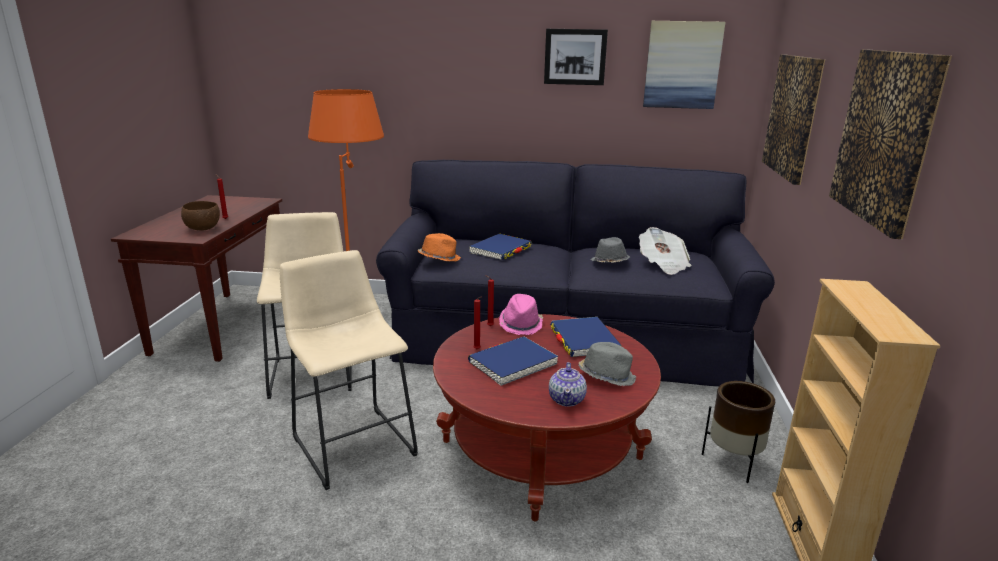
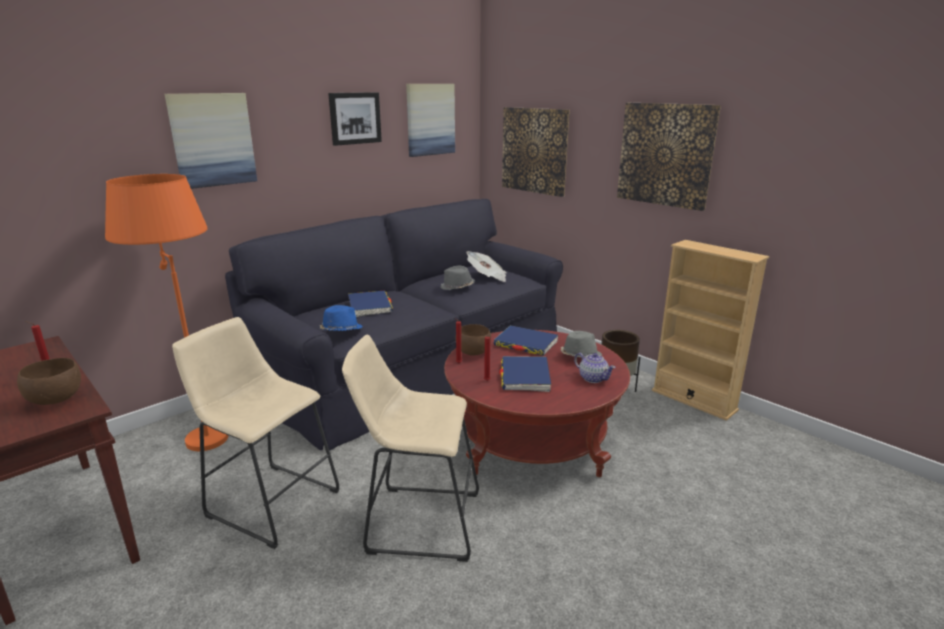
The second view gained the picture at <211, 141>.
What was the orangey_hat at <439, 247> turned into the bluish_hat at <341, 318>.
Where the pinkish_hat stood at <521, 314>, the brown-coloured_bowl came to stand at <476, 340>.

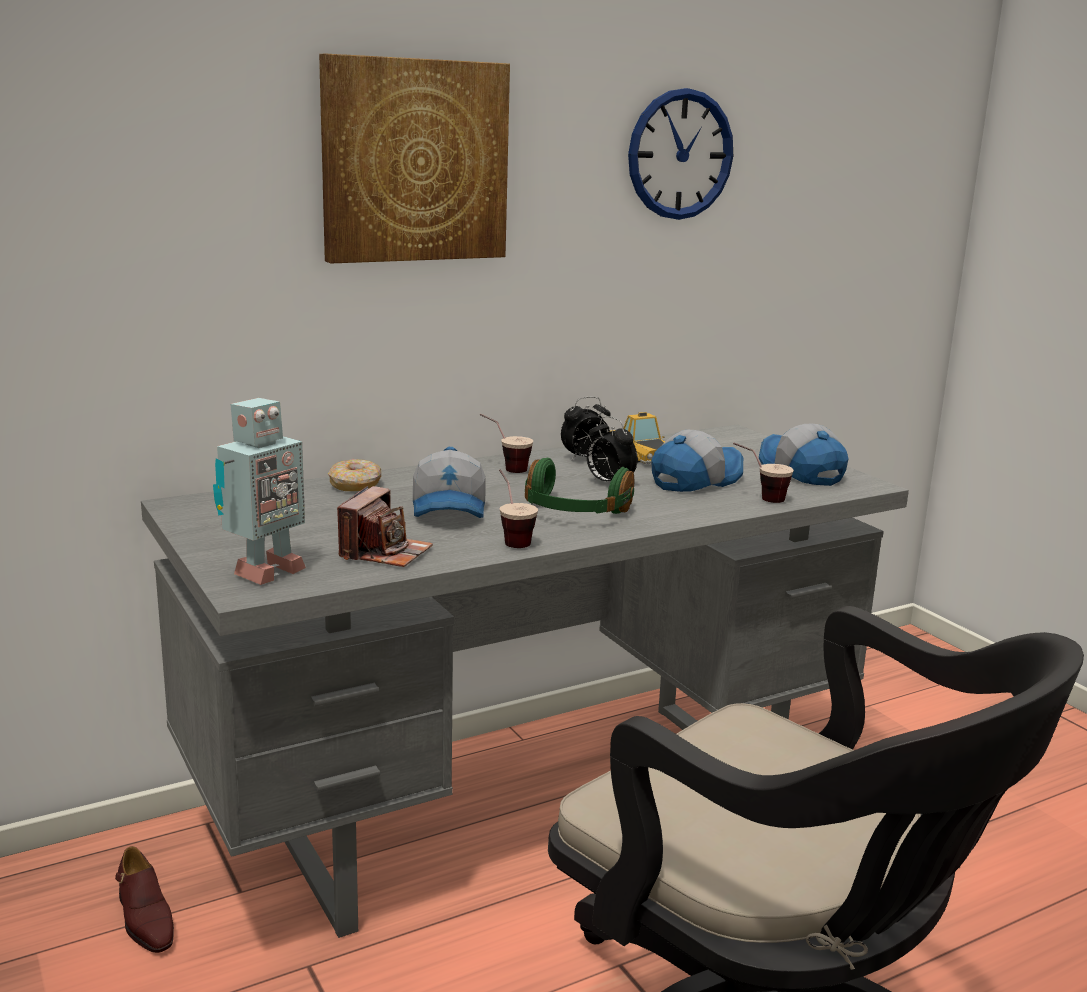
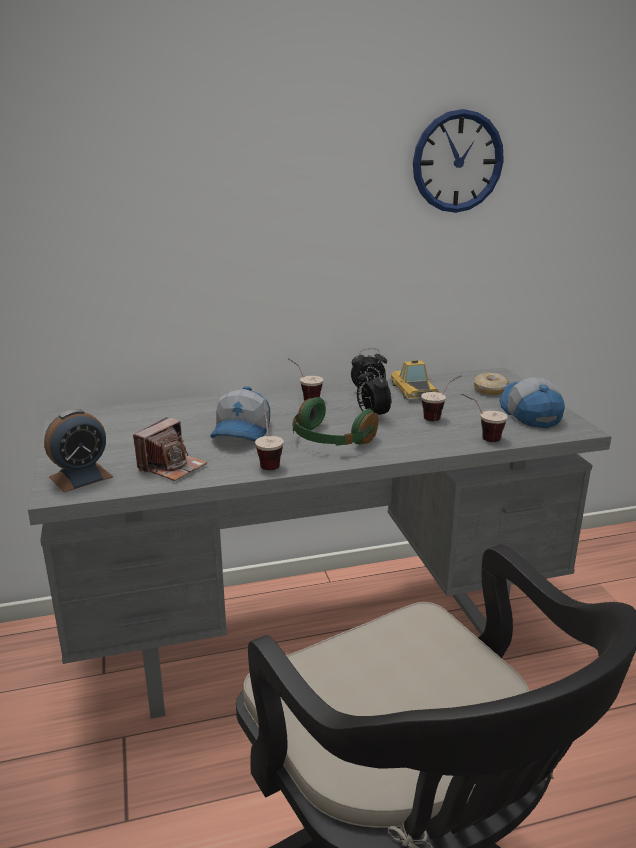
Where the robot_figure stood at <259, 491>, the bedside_clock came to stand at <78, 450>.
Where the peaked_cap stood at <697, 461>, the small_cup came to stand at <441, 398>.
The donut ended up elsewhere, having gone from <354, 475> to <491, 383>.
The second view lost the brown-coloured_item_of_footwear at <144, 899>.
The second view lost the picture at <414, 158>.

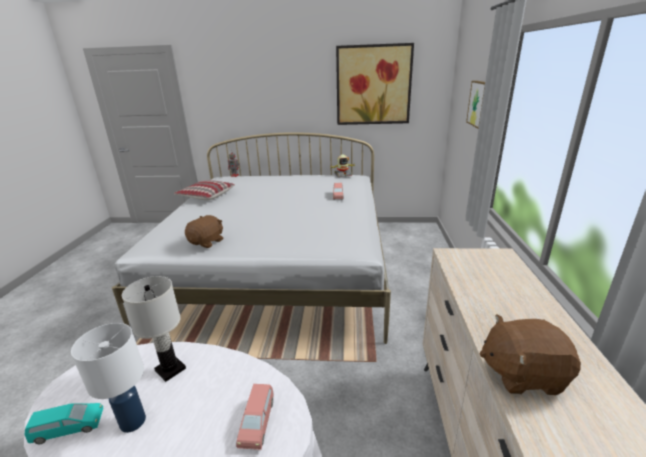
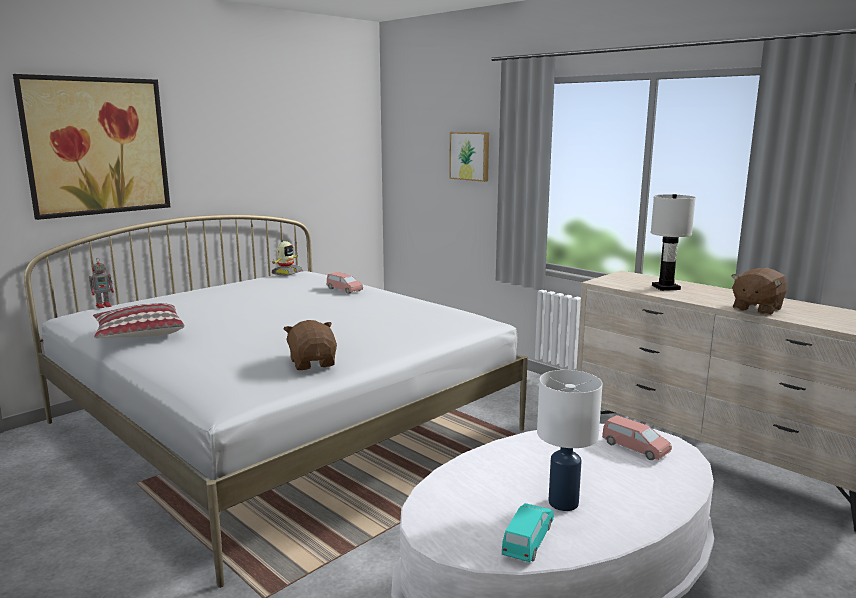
The picture ended up elsewhere, having gone from <375, 84> to <91, 147>.
The white-coloured_table_lamp ended up elsewhere, having gone from <154, 329> to <673, 242>.

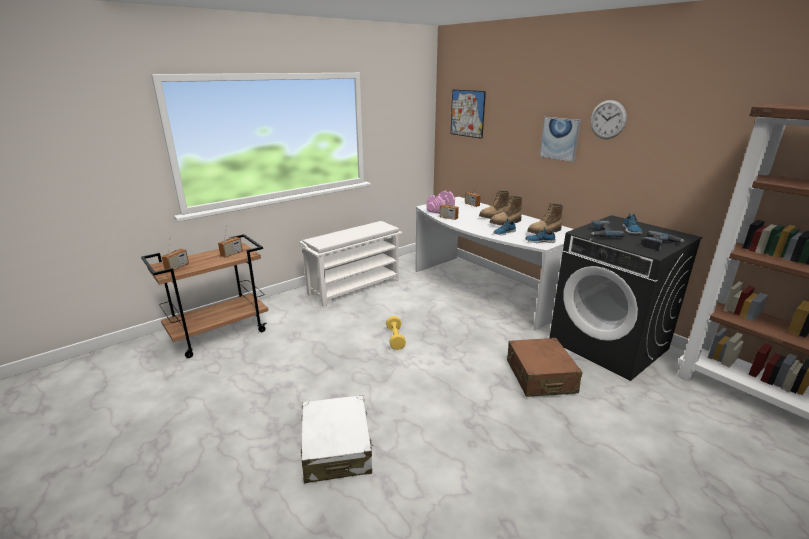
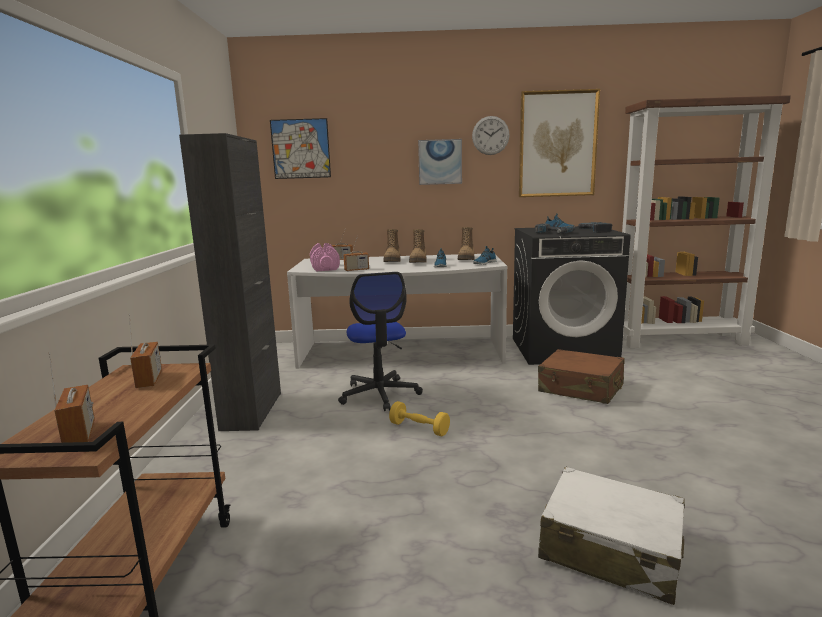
Where the white-coloured_shoe_rack stood at <350, 264>, the black-coloured_cabinet came to stand at <230, 282>.
The second view gained the computer_chair at <380, 341>.
The second view gained the picture at <559, 143>.

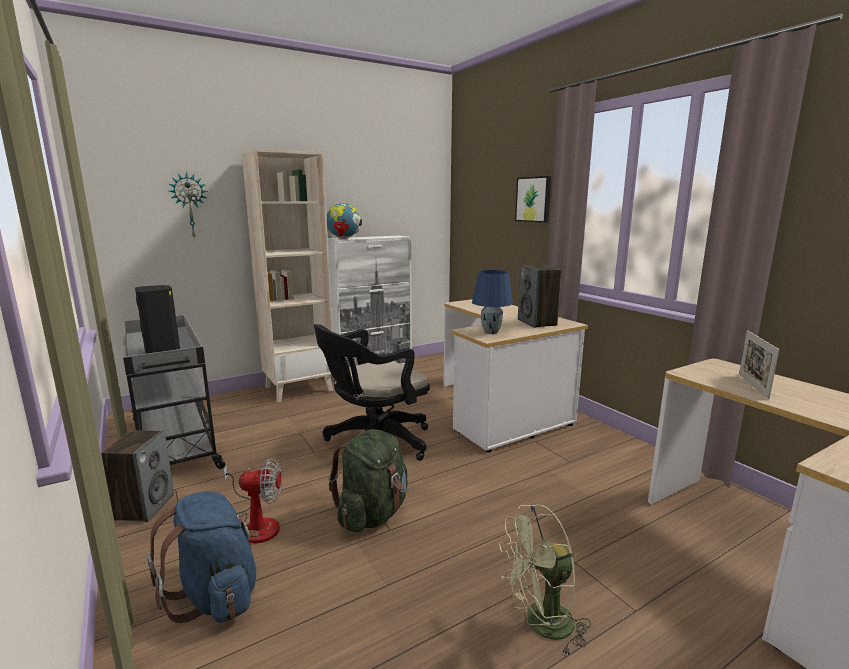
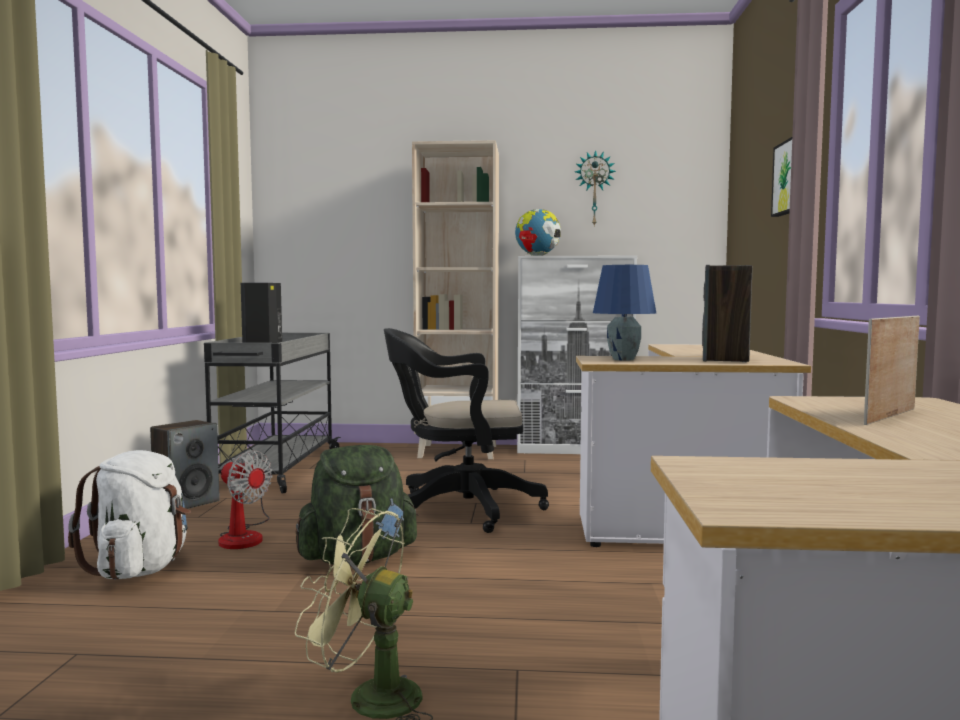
What was the bluish_knapsack at <203, 557> turned into the white-coloured_knapsack at <129, 515>.
The hanging_clock ended up elsewhere, having gone from <189, 204> to <595, 188>.

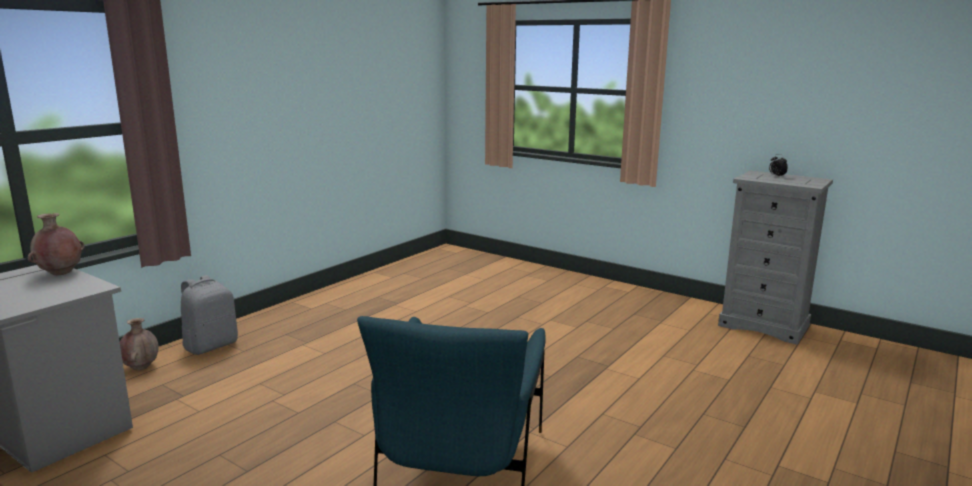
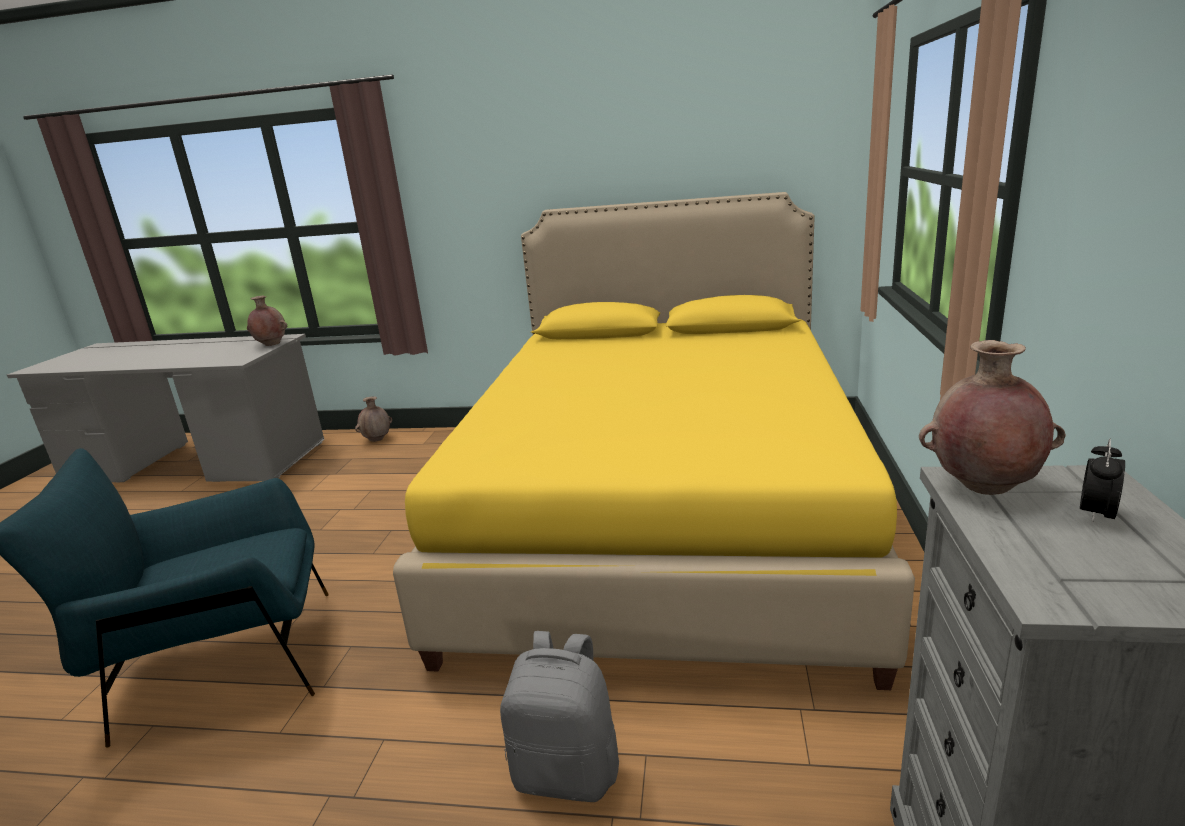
The second view gained the yellow-coloured_sleeping_bed at <654, 441>.
The gray_knapsack ended up elsewhere, having gone from <209, 315> to <559, 716>.
The second view gained the brown-coloured_decorative_vase at <992, 417>.

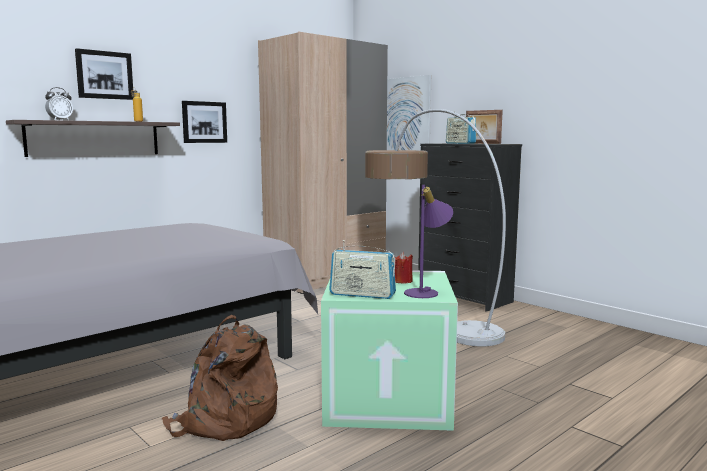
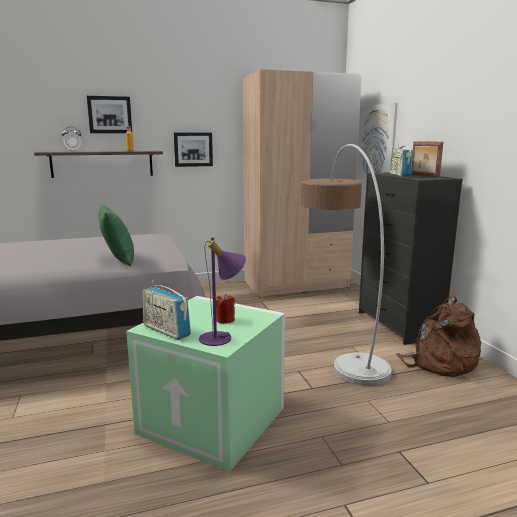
The second view gained the green_pillow at <116, 235>.
The brown-coloured_knapsack ended up elsewhere, having gone from <220, 378> to <438, 336>.

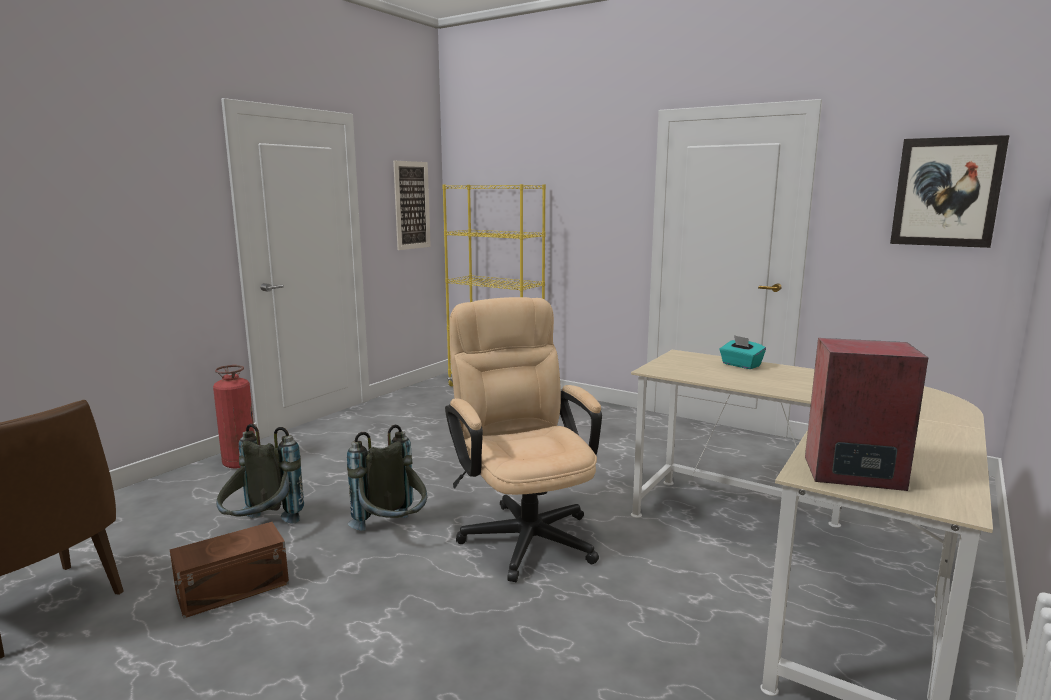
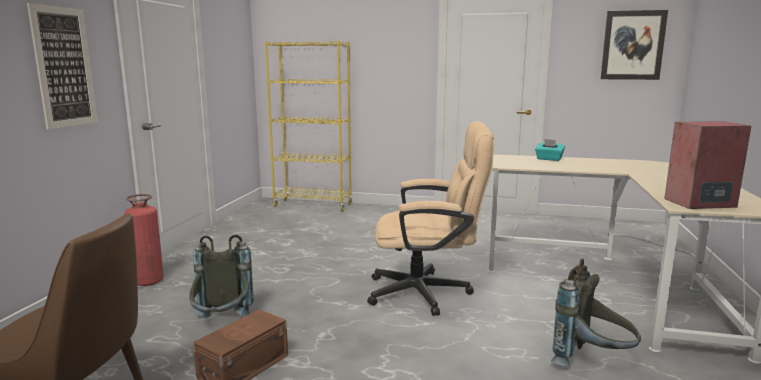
The picture ended up elsewhere, having gone from <412, 205> to <62, 66>.
The beige_computer_chair at <523, 439> ended up facing another way, 135 degrees clockwise from before.
The gray_knapsack ended up elsewhere, having gone from <387, 478> to <596, 313>.

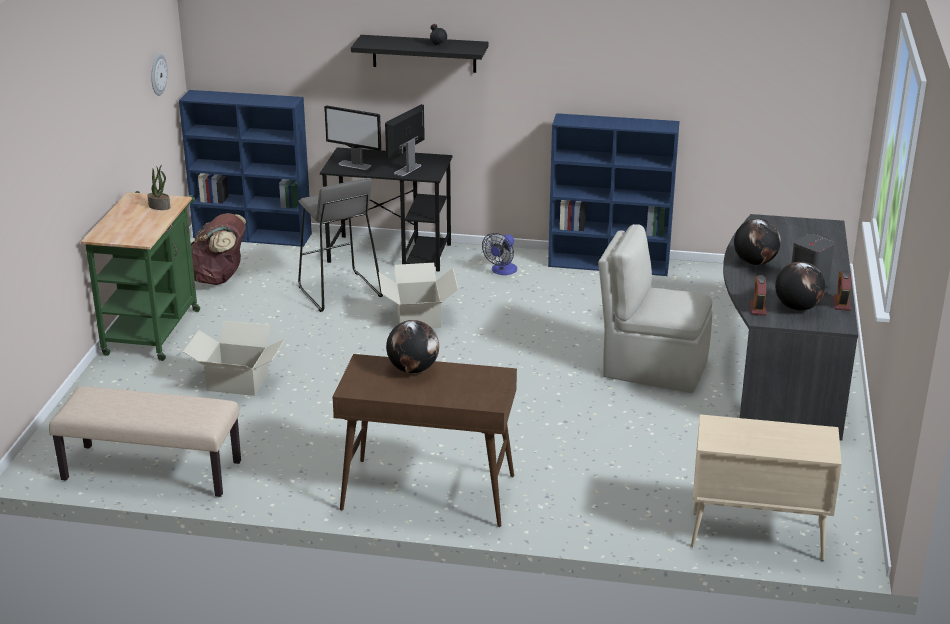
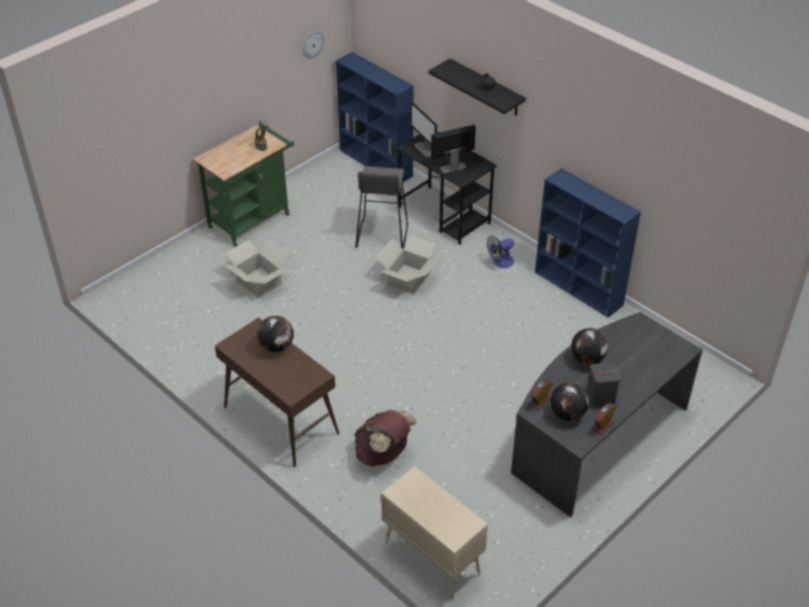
The brown-coloured_knapsack ended up elsewhere, having gone from <218, 249> to <385, 438>.
The second view lost the beige_bench at <145, 441>.
The second view lost the beige_chair at <655, 308>.

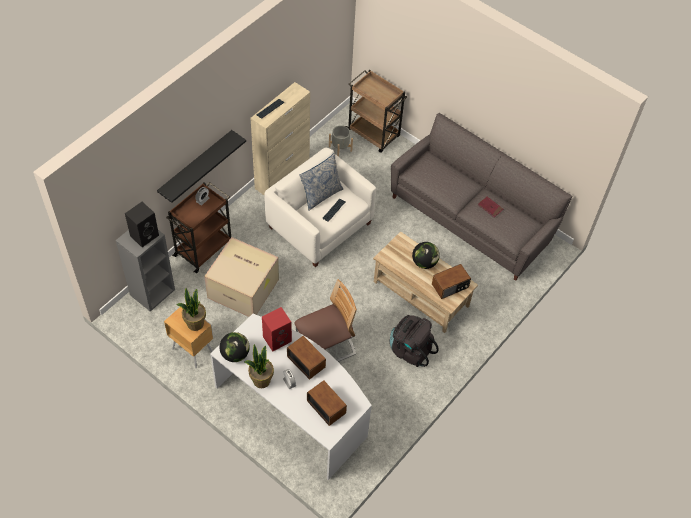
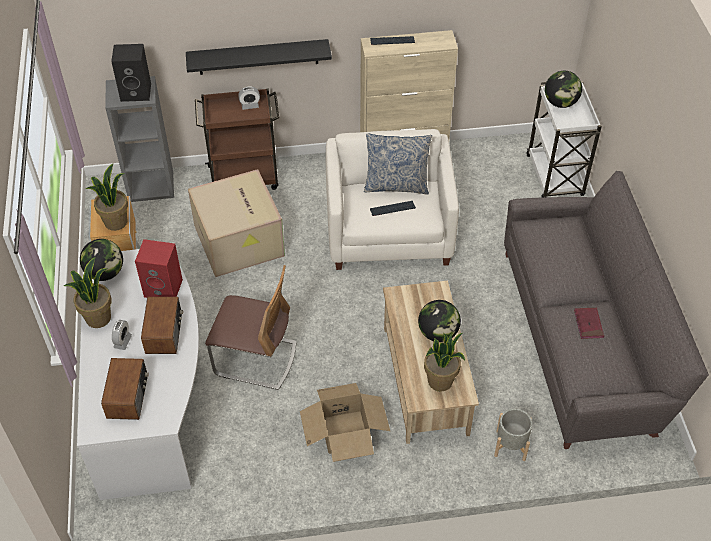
Where the black-coloured_knapsack stood at <414, 341>, the cardboard_box came to stand at <345, 422>.
Where the radio_set stood at <451, 281>, the potted_plant came to stand at <444, 362>.
The gray_plant_pot ended up elsewhere, having gone from <341, 141> to <513, 435>.
What was the brown-coloured_wheeled_cart at <376, 111> turned into the white-coloured_wheeled_cart at <564, 139>.
The second view gained the globe at <563, 89>.

